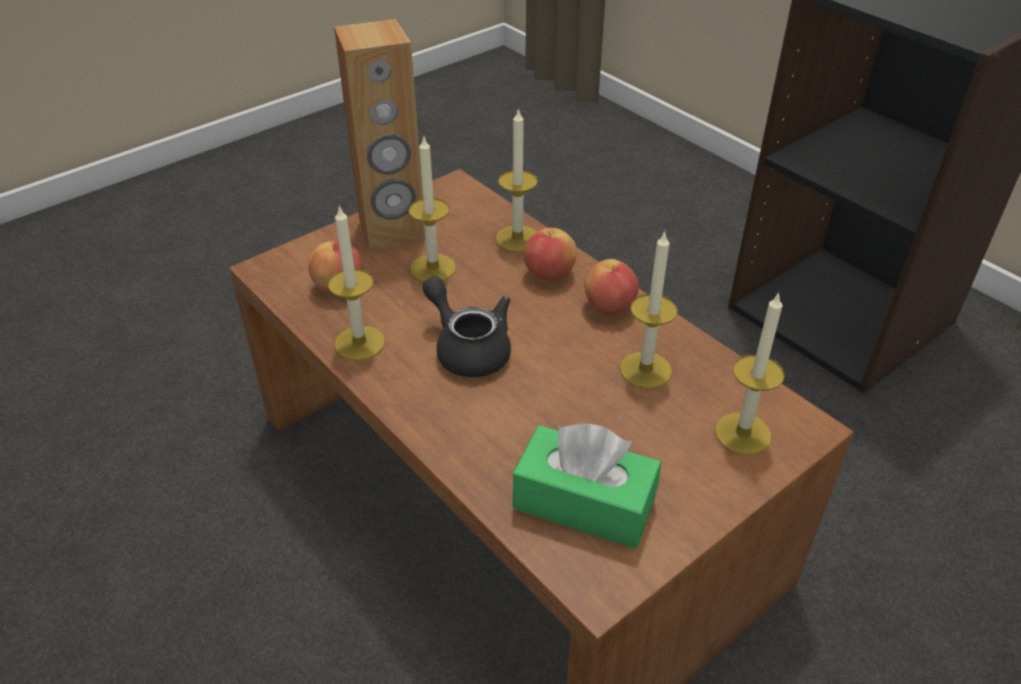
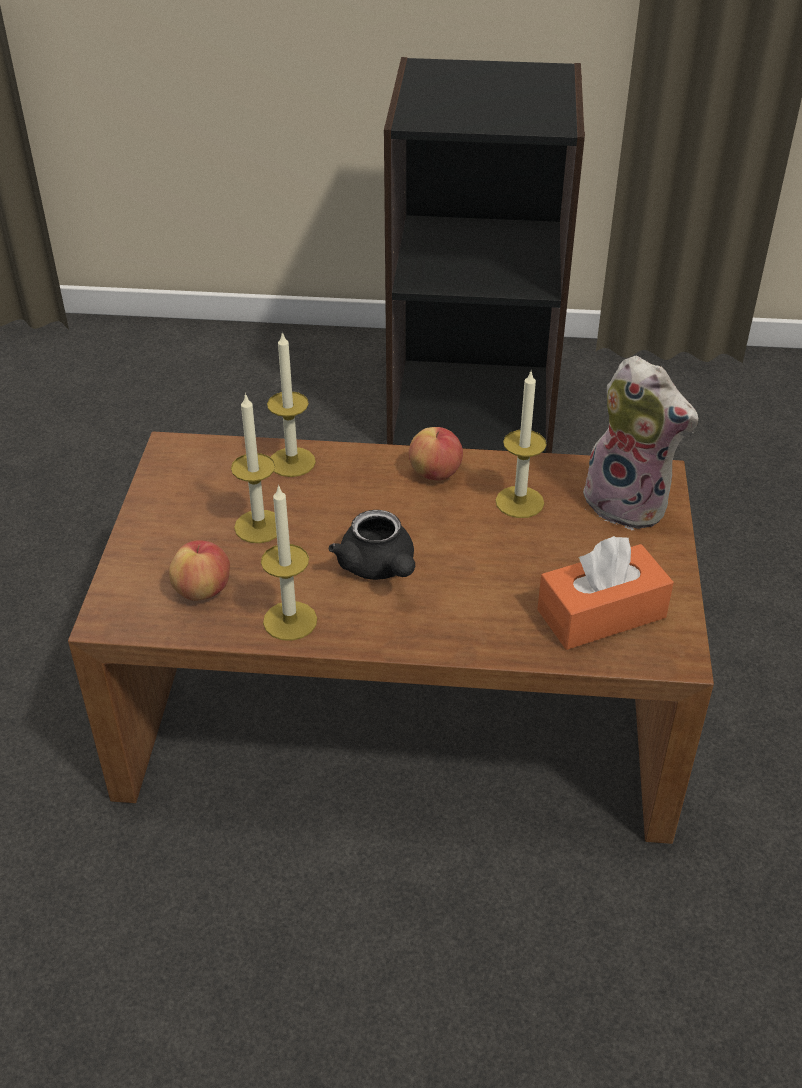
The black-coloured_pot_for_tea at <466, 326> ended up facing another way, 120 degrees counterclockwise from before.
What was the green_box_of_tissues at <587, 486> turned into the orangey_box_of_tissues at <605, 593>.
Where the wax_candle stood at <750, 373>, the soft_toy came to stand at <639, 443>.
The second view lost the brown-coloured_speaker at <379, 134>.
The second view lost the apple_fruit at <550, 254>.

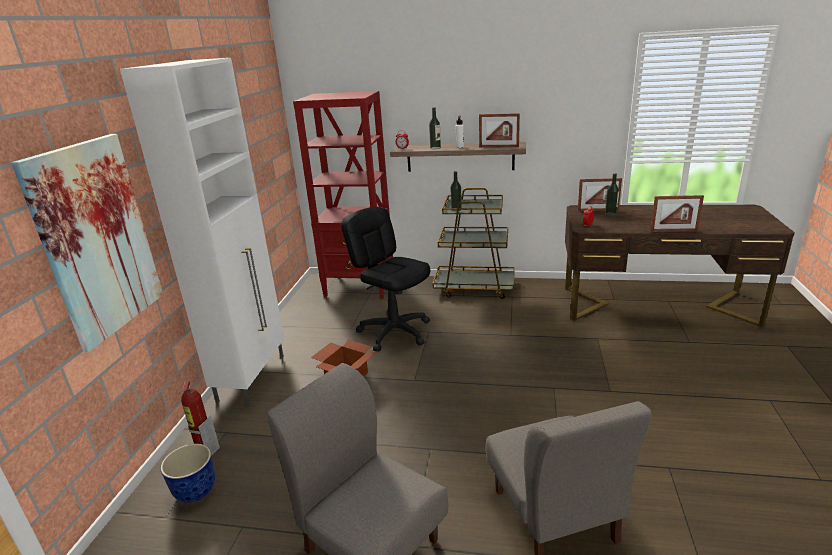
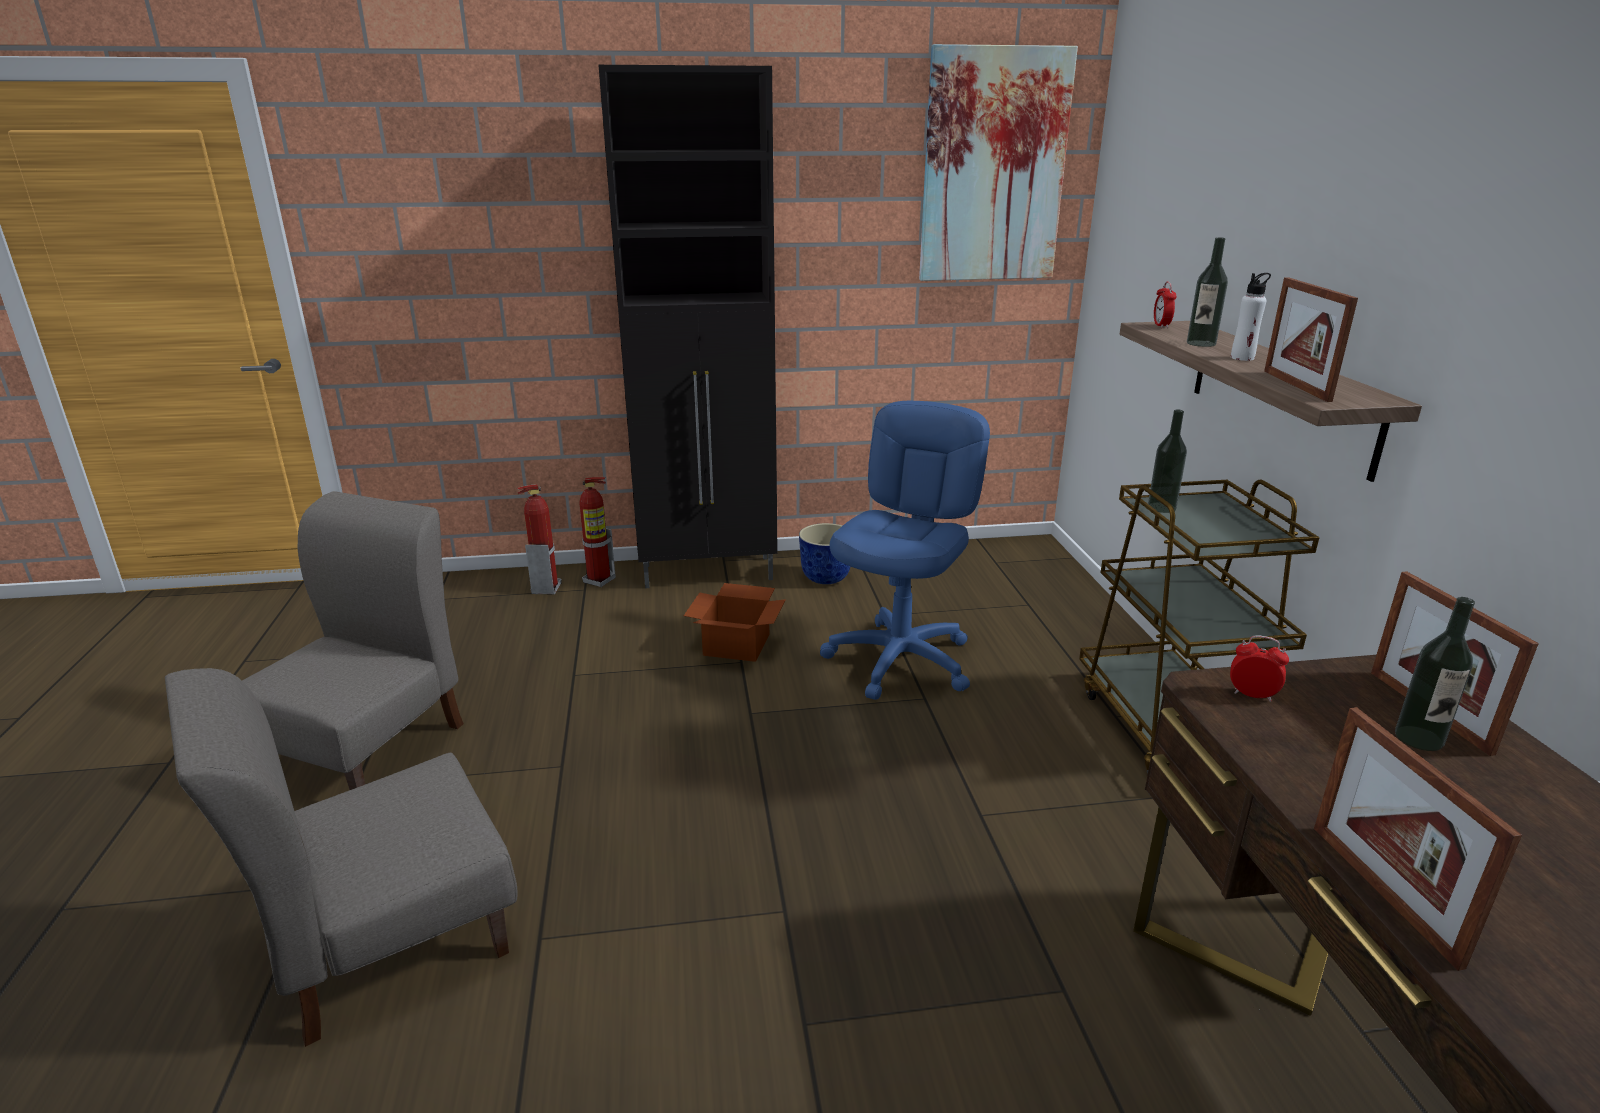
The second view gained the extinguisher at <598, 532>.
What was the white-coloured_cabinet at <202, 231> turned into the black-coloured_cabinet at <688, 326>.
The plant_pot ended up elsewhere, having gone from <187, 473> to <825, 553>.
What was the black-coloured_computer_chair at <385, 279> turned into the bluish_computer_chair at <905, 550>.
The picture ended up elsewhere, having gone from <88, 243> to <998, 162>.
The second view lost the reddish_shelving_unit at <343, 194>.

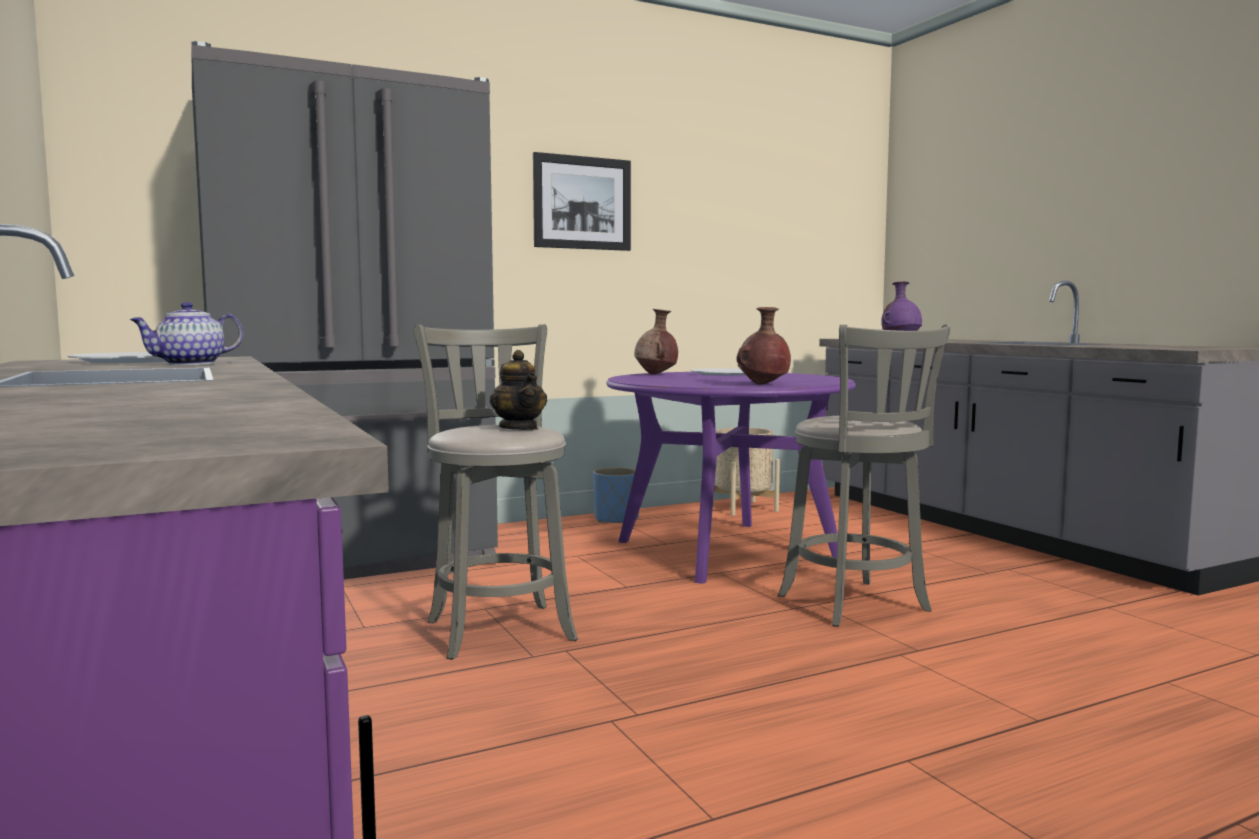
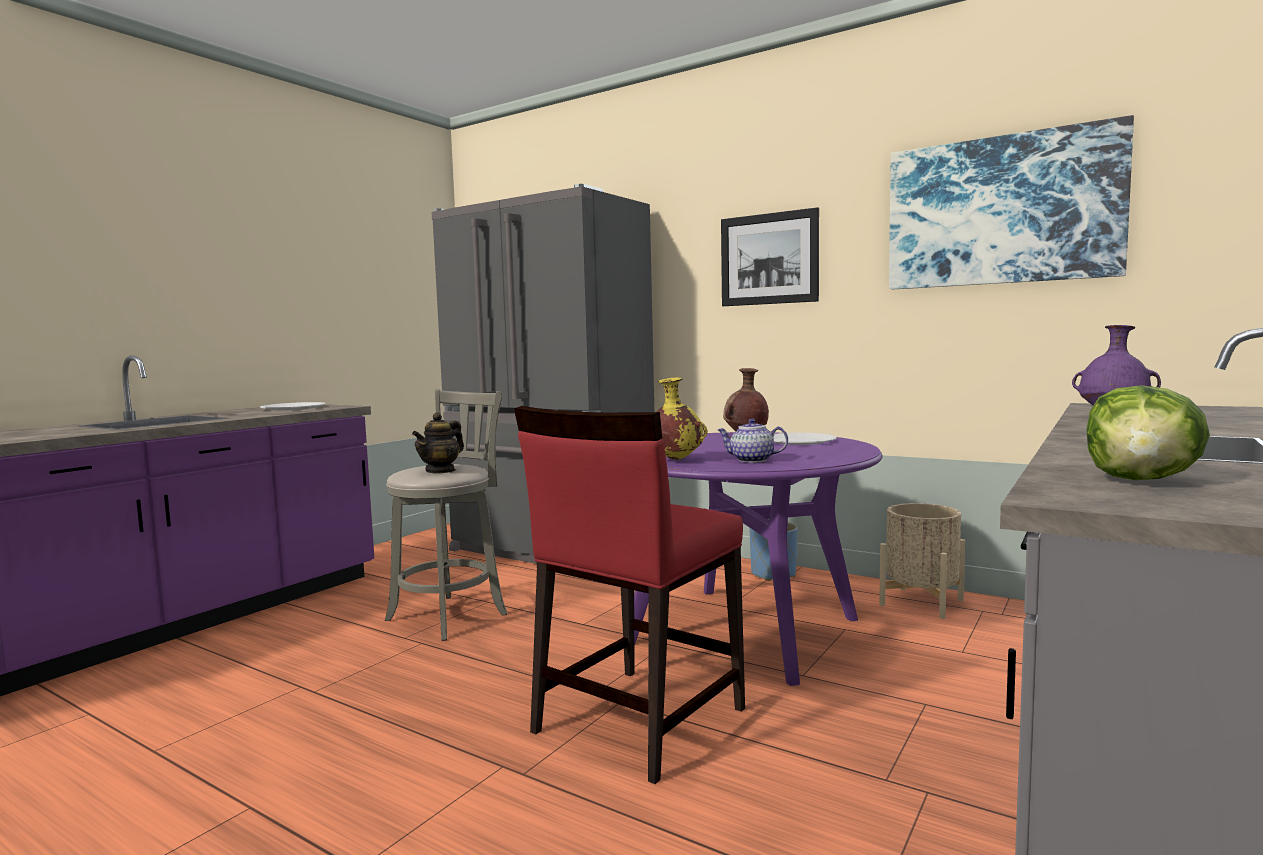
Where the gray_stool stood at <864, 475>, the reddish_chair came to stand at <629, 595>.
What was the brown-coloured_decorative_vase at <763, 346> turned into the yellow-coloured_decorative_vase at <682, 418>.
The pot_for_tea ended up elsewhere, having gone from <186, 333> to <753, 441>.
The second view gained the picture at <1011, 202>.
The second view gained the lettuce at <1148, 432>.

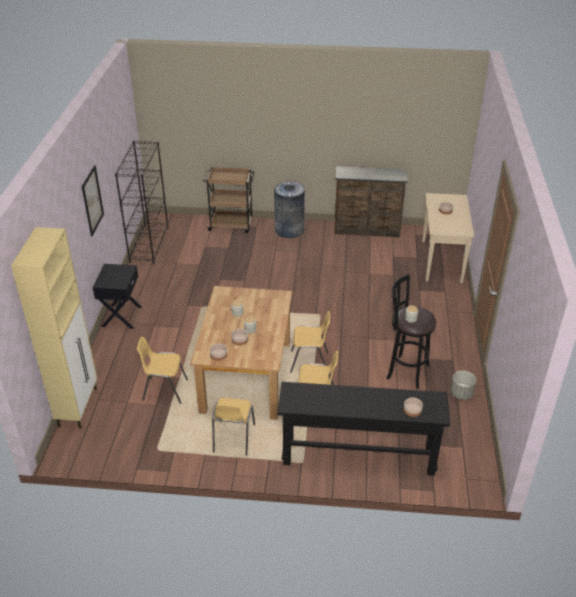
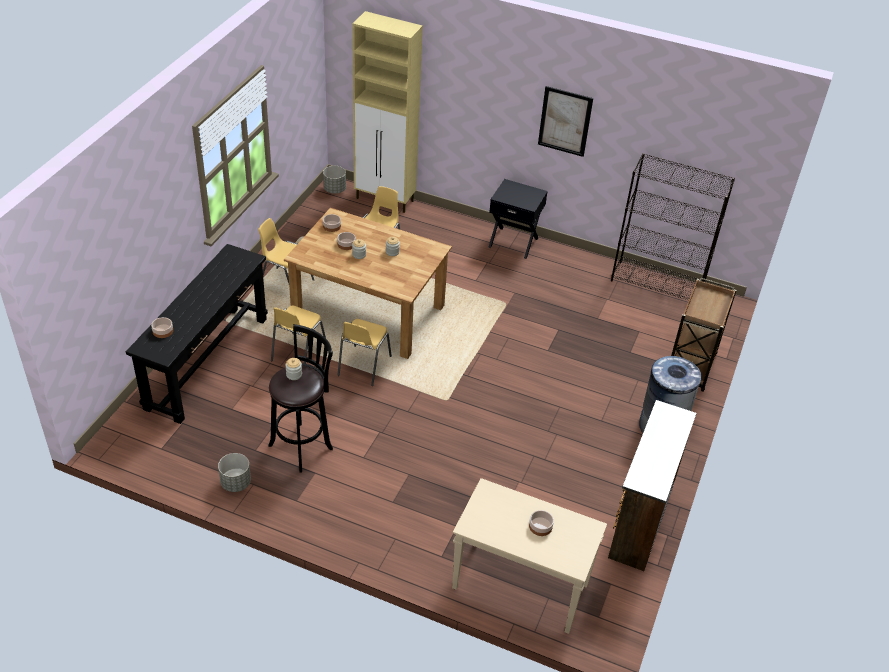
The second view gained the gray_plant_pot at <334, 180>.

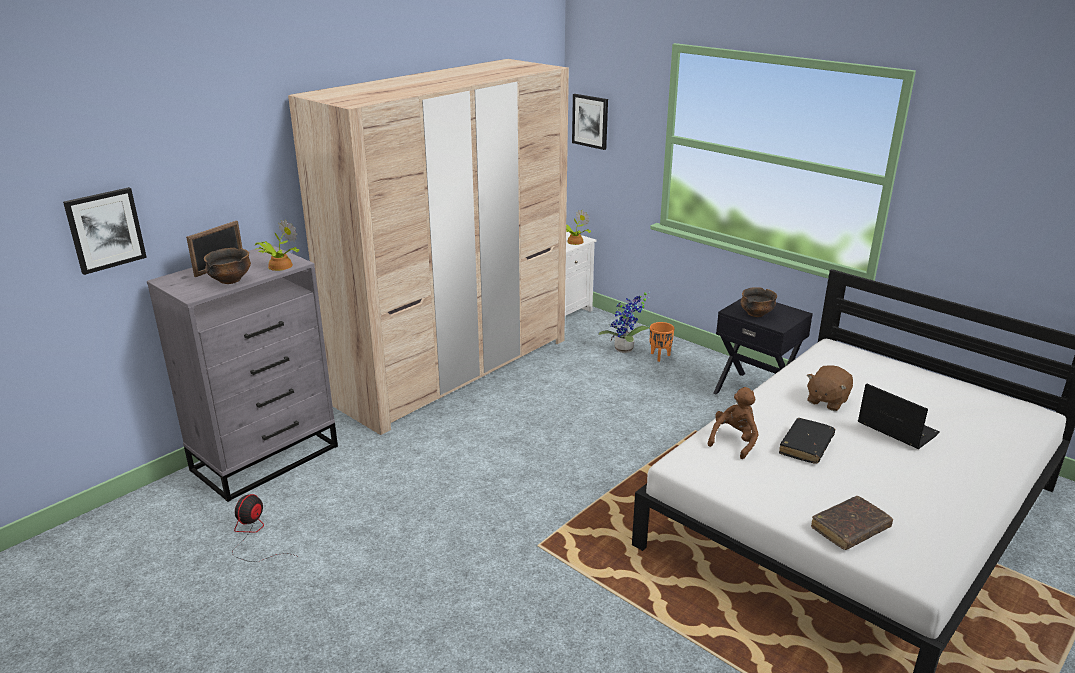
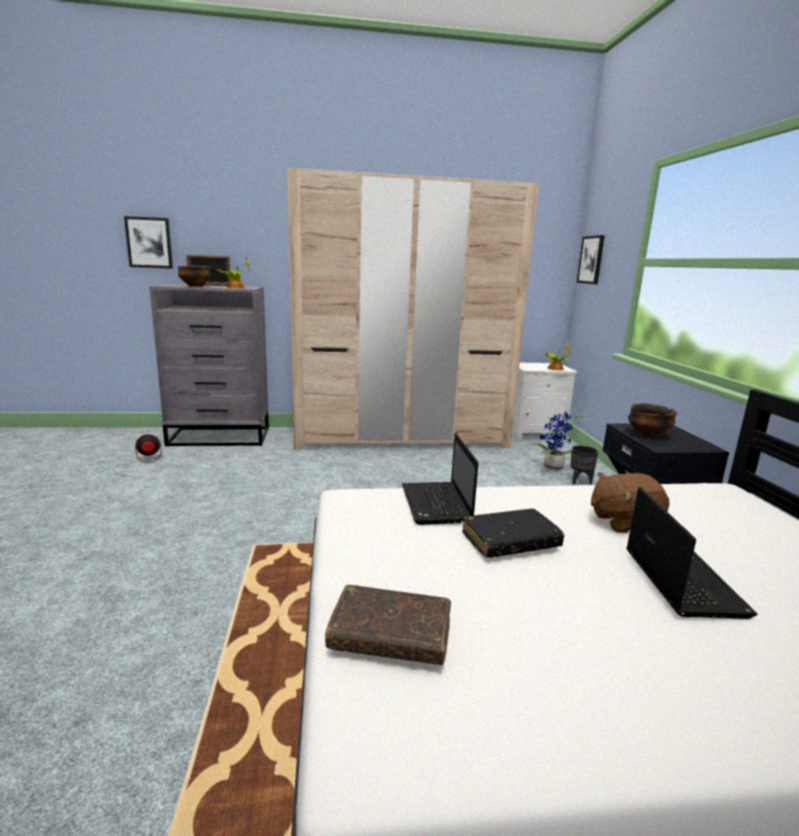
Where the brown-coloured_soft_toy stood at <733, 423>, the portable_computer came to stand at <440, 479>.
What was the orangey_plant_pot at <662, 342> turned into the black-coloured_plant_pot at <584, 465>.

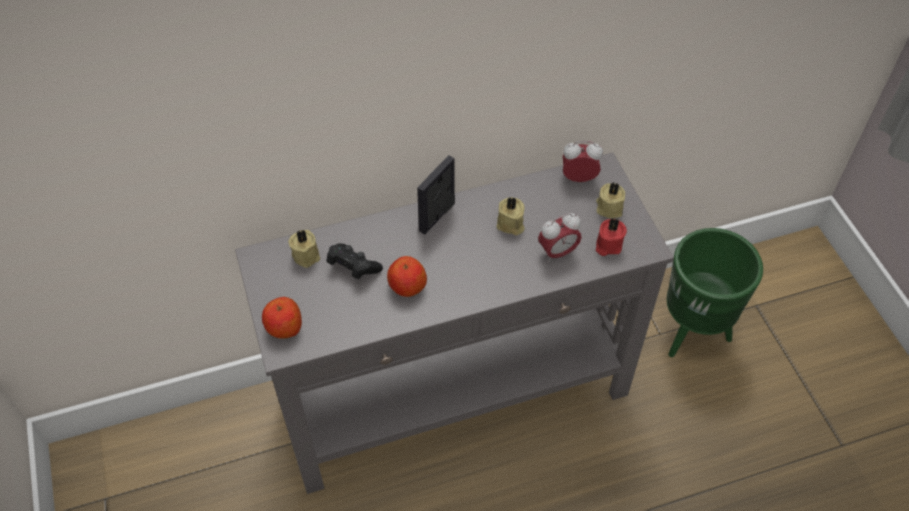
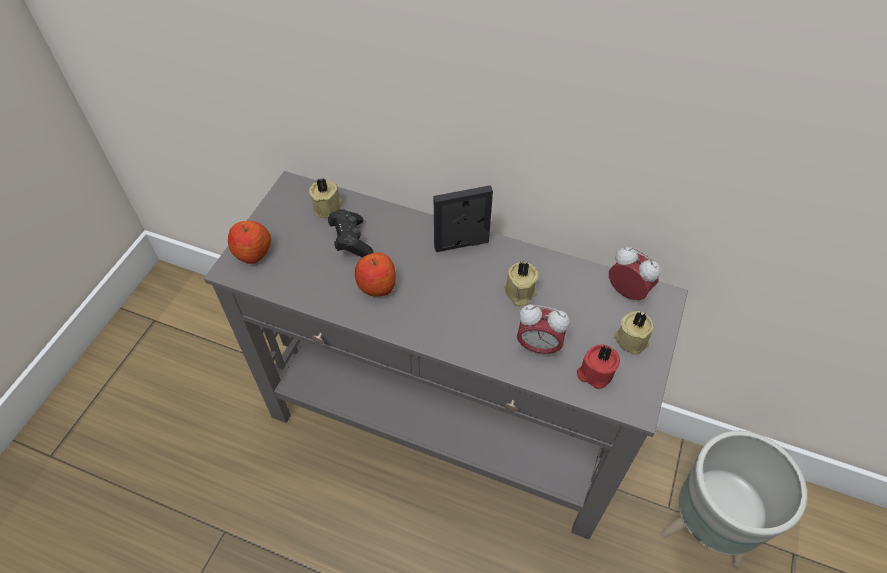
What was the green_plant_pot at <715, 292> turned into the gray_plant_pot at <733, 499>.

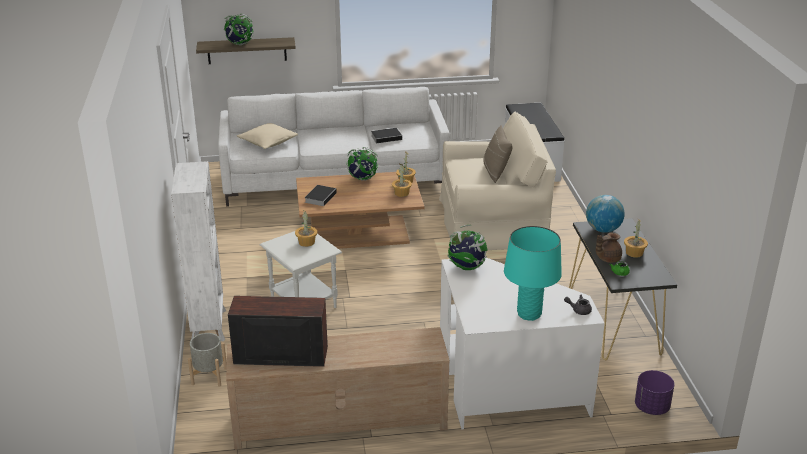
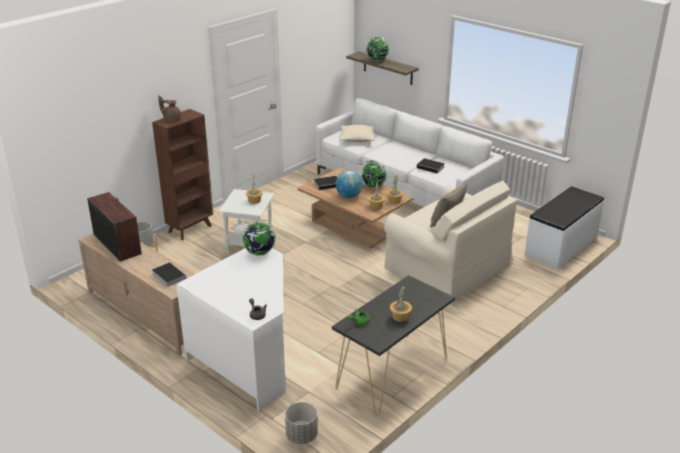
What was the white-coloured_shelving_unit at <198, 251> turned into the brown-coloured_shelving_unit at <182, 174>.
The second view gained the book at <169, 274>.
The brown-coloured_pot_for_tea ended up elsewhere, having gone from <609, 247> to <170, 109>.
What was the purple-coloured_plant_pot at <654, 392> turned into the gray_plant_pot at <301, 423>.
The globe ended up elsewhere, having gone from <605, 214> to <349, 184>.
The second view lost the blue-green_table_lamp at <533, 273>.

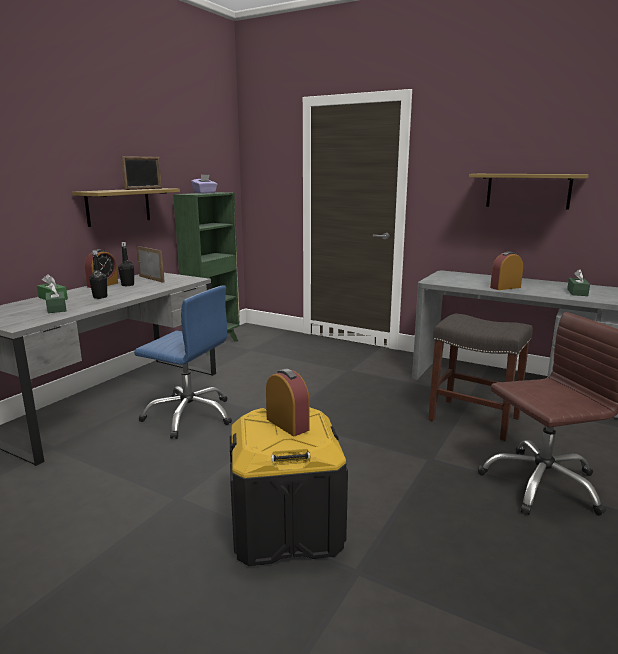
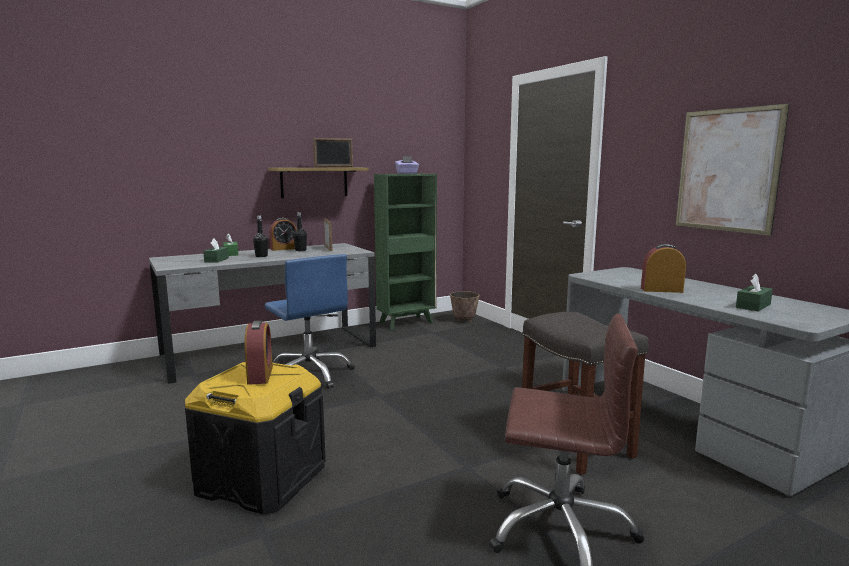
The second view gained the plant_pot at <465, 306>.
Where the bracket_shelf hung at <529, 192>, the picture came to hang at <733, 169>.

